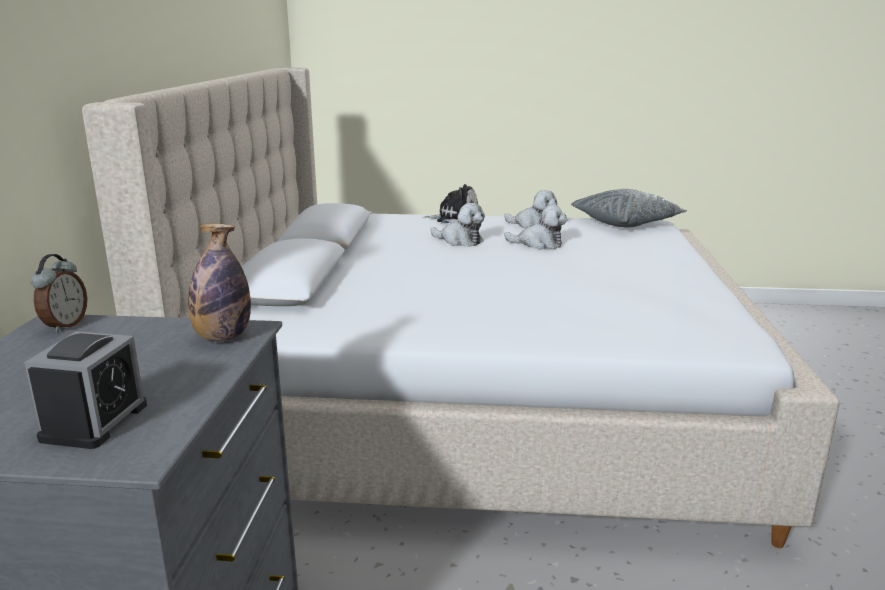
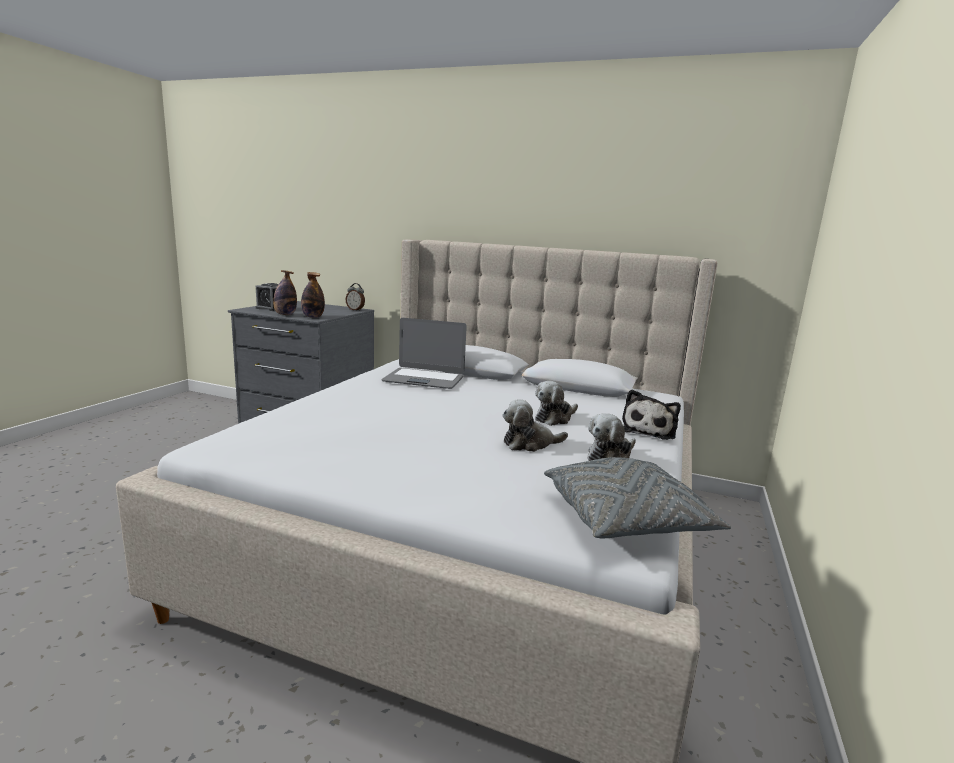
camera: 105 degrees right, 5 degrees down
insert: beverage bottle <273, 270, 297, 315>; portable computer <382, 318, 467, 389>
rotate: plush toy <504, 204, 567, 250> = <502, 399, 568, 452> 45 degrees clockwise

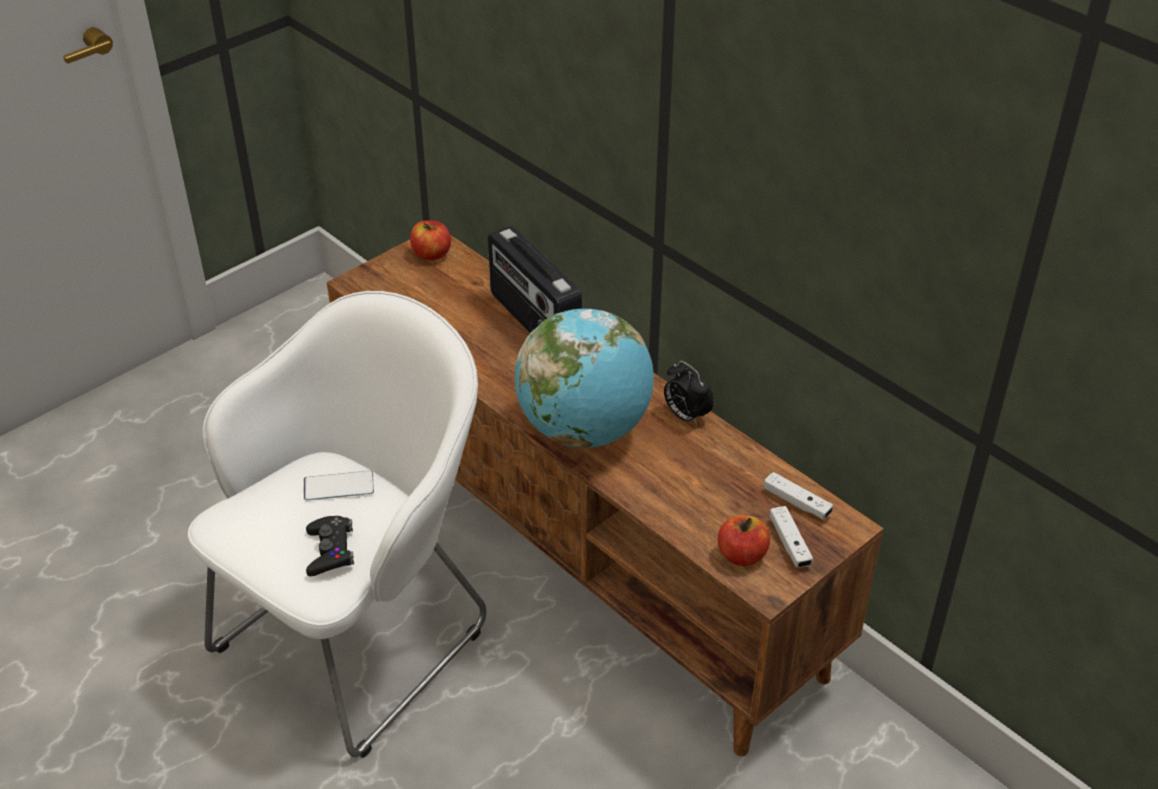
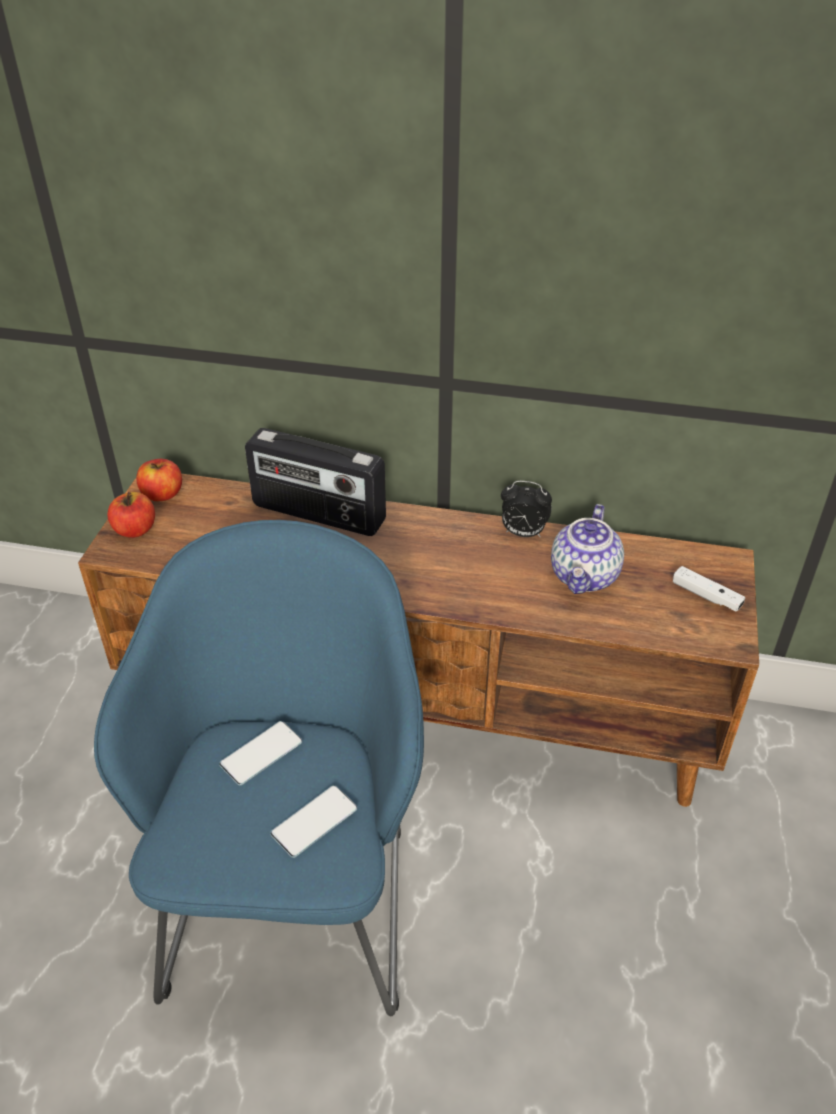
camera: 35 degrees left, 0 degrees up
delete: desk globe <515, 309, 654, 448>; white-coloured game controller <764, 472, 833, 520>
insert: tea pot <551, 504, 624, 594>
move: apple fruit <718, 515, 770, 566> to <107, 492, 155, 538>
replace: black-coloured game controller <306, 516, 354, 576> to phone <270, 785, 357, 858>
recolor: white-coloured easy chair <188, 291, 487, 758> to blue easy chair <94, 520, 424, 1016>

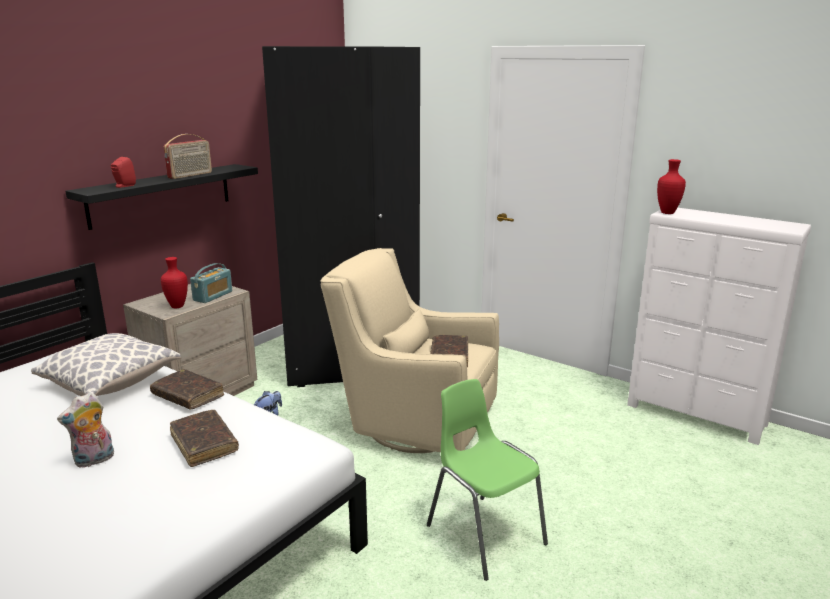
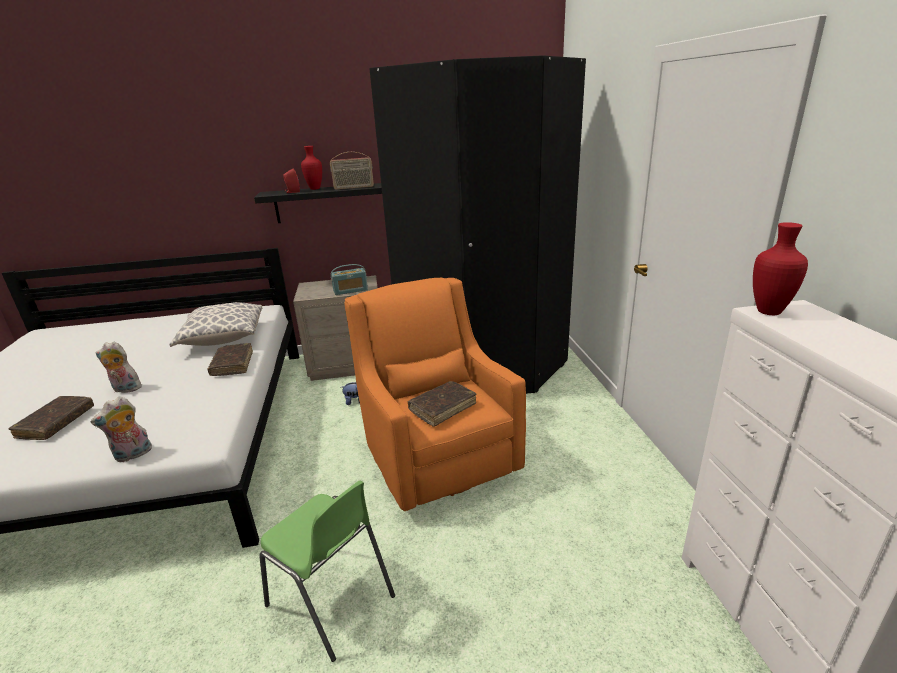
camera: 45 degrees right, 5 degrees up
insert: plush toy <90, 396, 152, 462>
move: red-coloured decorative vase <161, 257, 188, 308> to <301, 146, 322, 190>; brown bound book <170, 410, 239, 467> to <9, 396, 94, 440>
recolor: sand-coloured easy chair <320, 248, 499, 453> to orange-coloured easy chair <345, 278, 526, 511>
rotate: greenish chair <427, 379, 548, 581> = <259, 480, 395, 662> 120 degrees clockwise

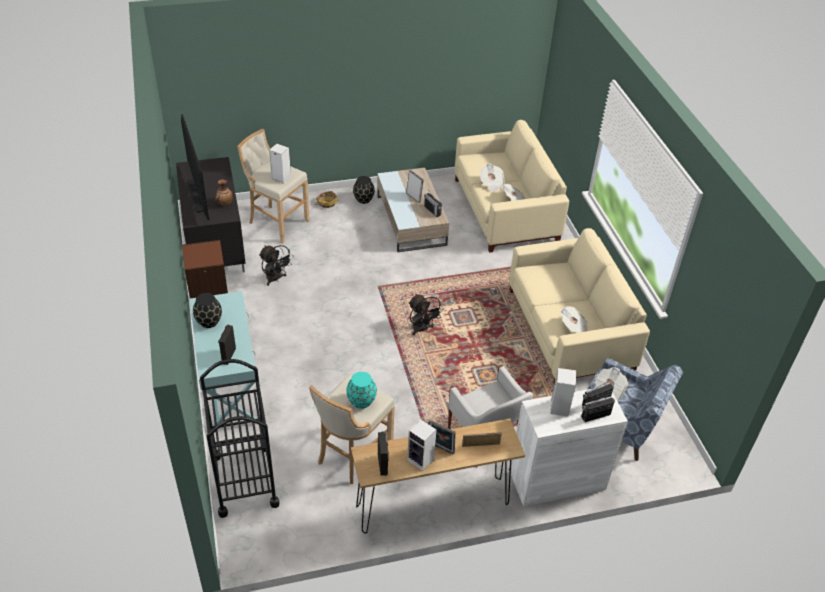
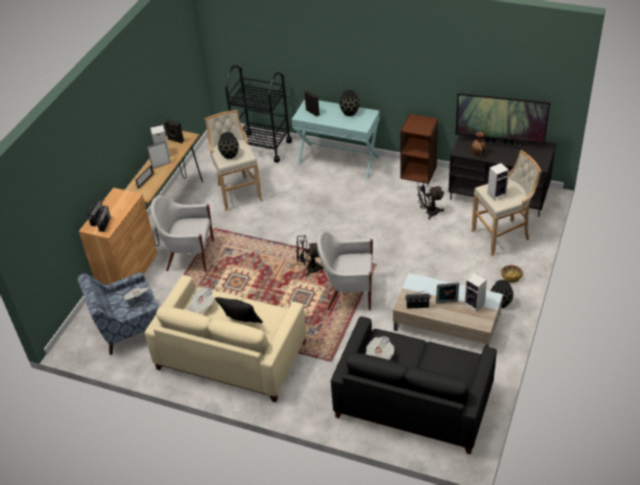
camera: 130 degrees right, 0 degrees up
delete: printed paper <480, 164, 505, 192>
insert: white-coloured easy chair <317, 231, 373, 311>; black-coloured pillow <215, 297, 263, 323>
move: audio speaker <550, 368, 576, 417> to <464, 273, 487, 312>
recolor: sand-coloured settee <454, 120, 569, 253> to black-coloured settee <331, 317, 497, 455>; turquoise decorative vase <346, 372, 377, 409> to black-coloured decorative vase <218, 132, 239, 159>; white-coloured cupboard <509, 389, 628, 507> to brown cupboard <79, 188, 158, 285>

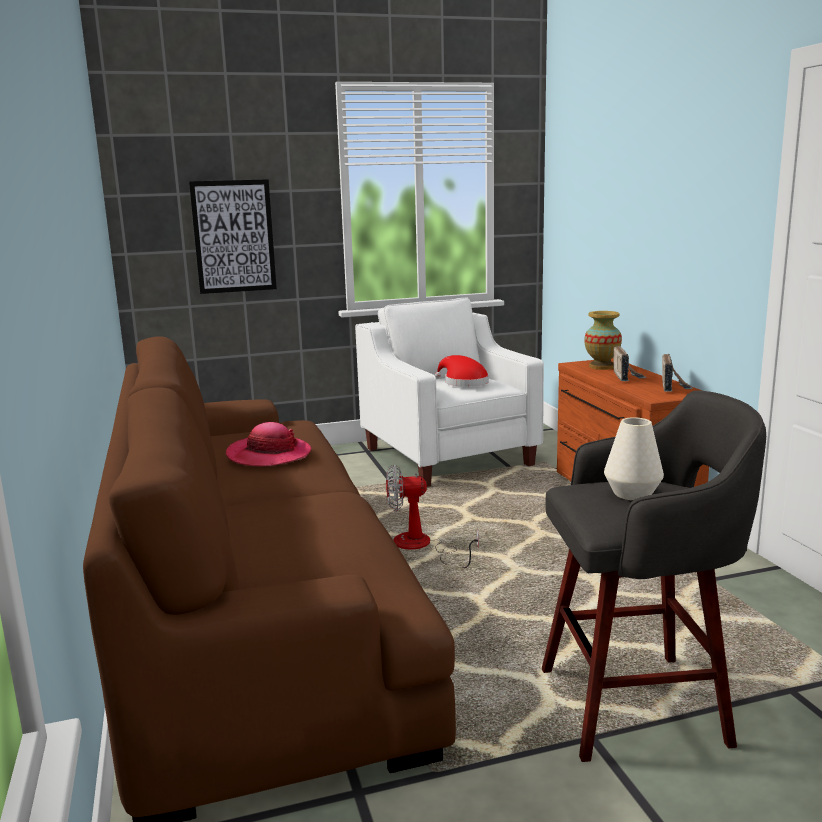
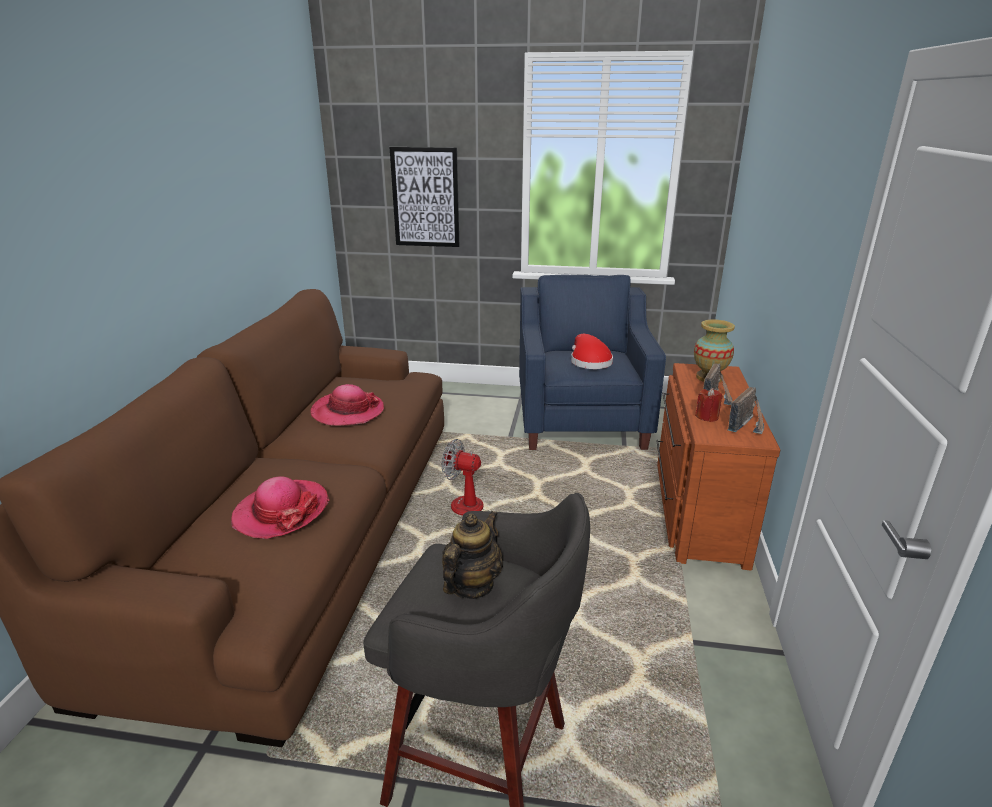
camera: 25 degrees right, 10 degrees up
insert: red-coloured wax light <695, 388, 723, 422>; clothing hat <231, 476, 329, 539>
replace: white-coloured decorative vase <604, 417, 664, 500> to tea pot <442, 511, 503, 599>
recolor: white-coloured easy chair <355, 298, 544, 487> to blue easy chair <519, 275, 666, 450>

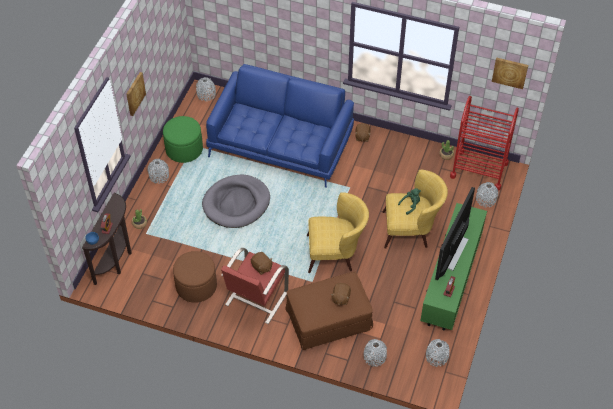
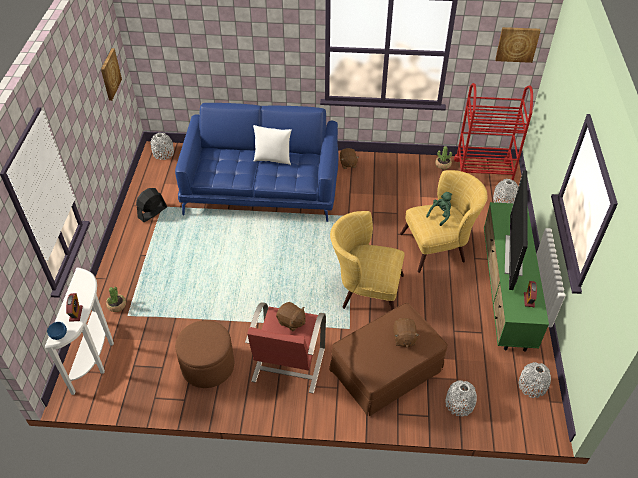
camera: 15 degrees left, 5 degrees down
delete: greyish decorative vase <148, 159, 169, 184>; greyish dog bed <202, 175, 270, 228>
insert: white-coloured pillow <253, 125, 292, 165>
move: wall picture <126, 72, 146, 116> to <101, 48, 122, 101>
replace: greenish pouffe <163, 116, 203, 163> to black-coloured cooling fan <136, 188, 167, 222>
recolor: brown console table <82, 192, 131, 285> to white-coloured console table <45, 267, 114, 395>
rotate: yellow easy chair <307, 192, 369, 273> = <330, 211, 405, 310> 150 degrees counterclockwise

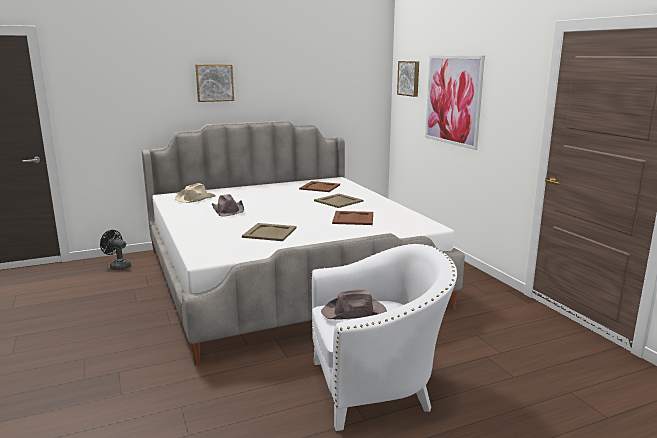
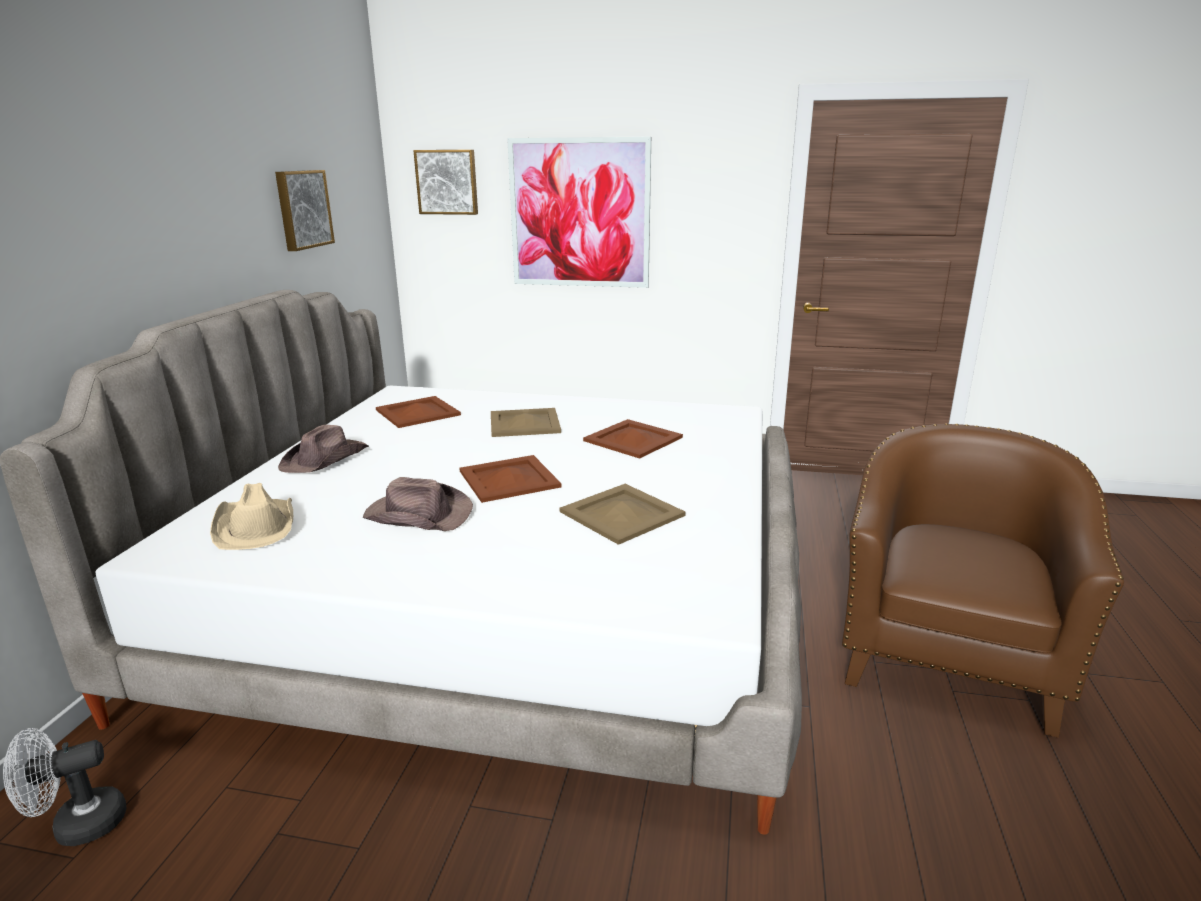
camera: 55 degrees left, 5 degrees up
insert: brown carrying tray <459, 455, 562, 503>
move: wall picture <195, 64, 234, 102> to <275, 170, 335, 251>; brown clothing hat <321, 289, 387, 320> to <278, 425, 369, 473>
recolor: black-coloured cooling fan <100, 230, 131, 270> to white-coloured cooling fan <3, 728, 126, 846>; white-coloured easy chair <311, 243, 457, 431> to brown easy chair <842, 424, 1124, 738>

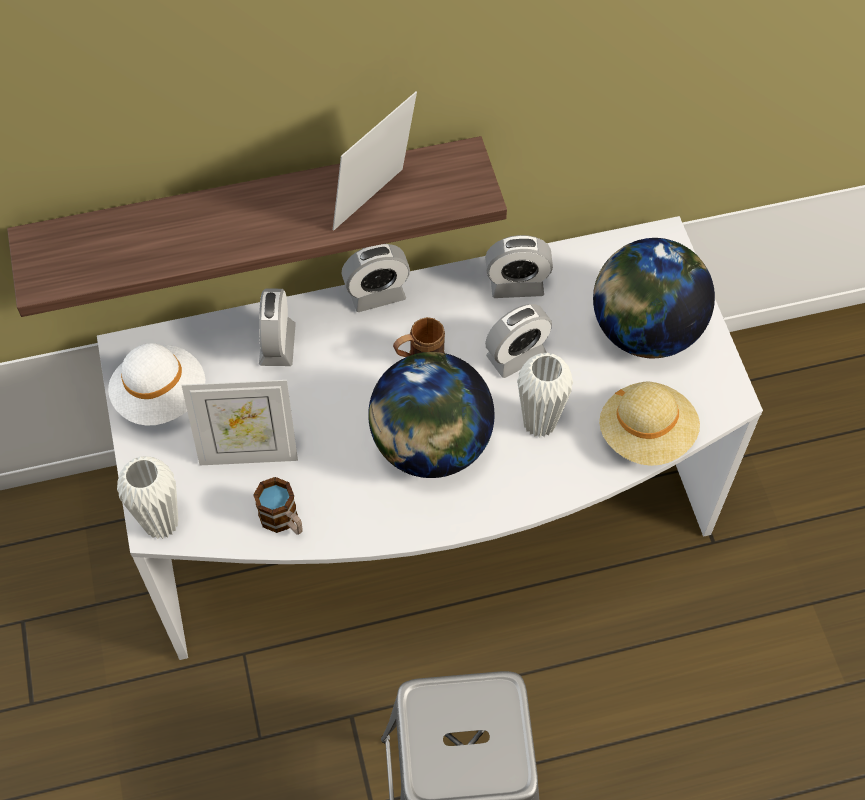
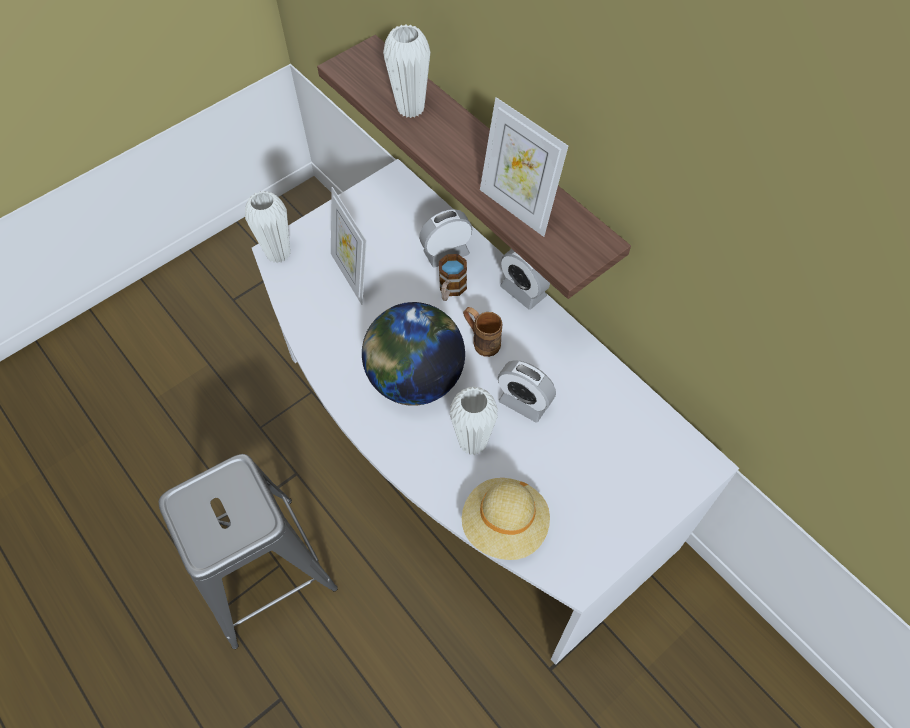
camera: 65 degrees right, 0 degrees up
delete: bedside clock <485, 235, 553, 298>; desk globe <593, 238, 715, 358>; white-coloured clothing hat <108, 343, 205, 426>
insert: white-coloured decorative vase <383, 24, 431, 118>
move: tea mug <253, 477, 303, 535> to <439, 254, 467, 301>
rotate: picture frame <333, 92, 417, 231> = <480, 97, 568, 237> 150 degrees counterclockwise

